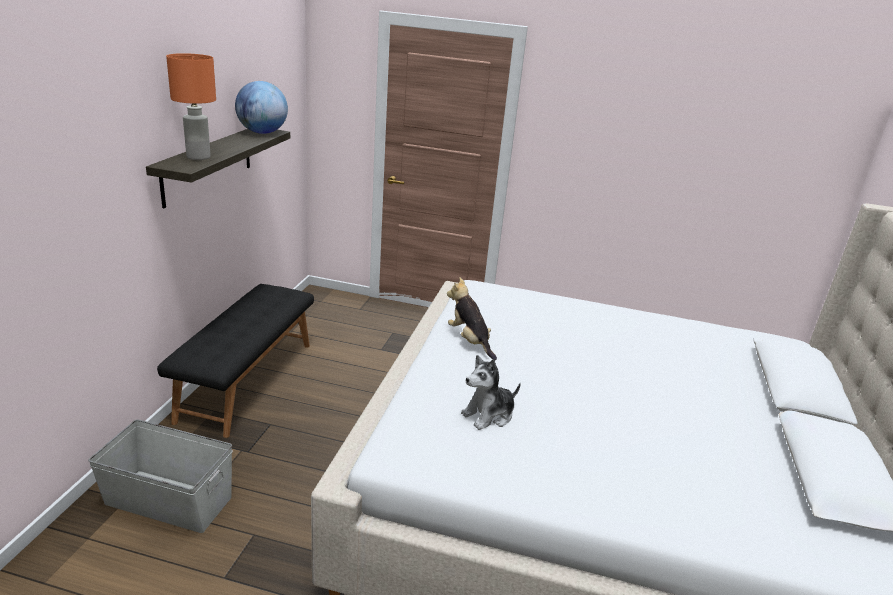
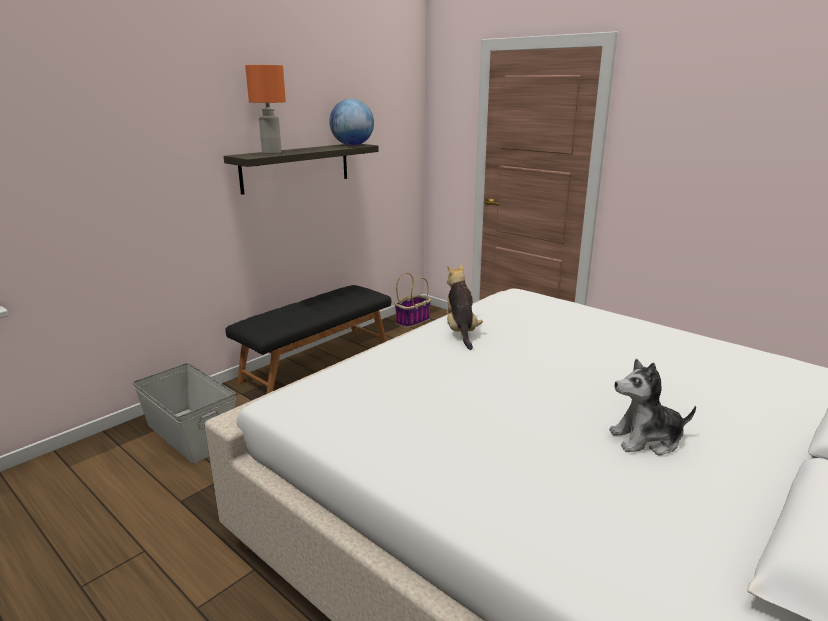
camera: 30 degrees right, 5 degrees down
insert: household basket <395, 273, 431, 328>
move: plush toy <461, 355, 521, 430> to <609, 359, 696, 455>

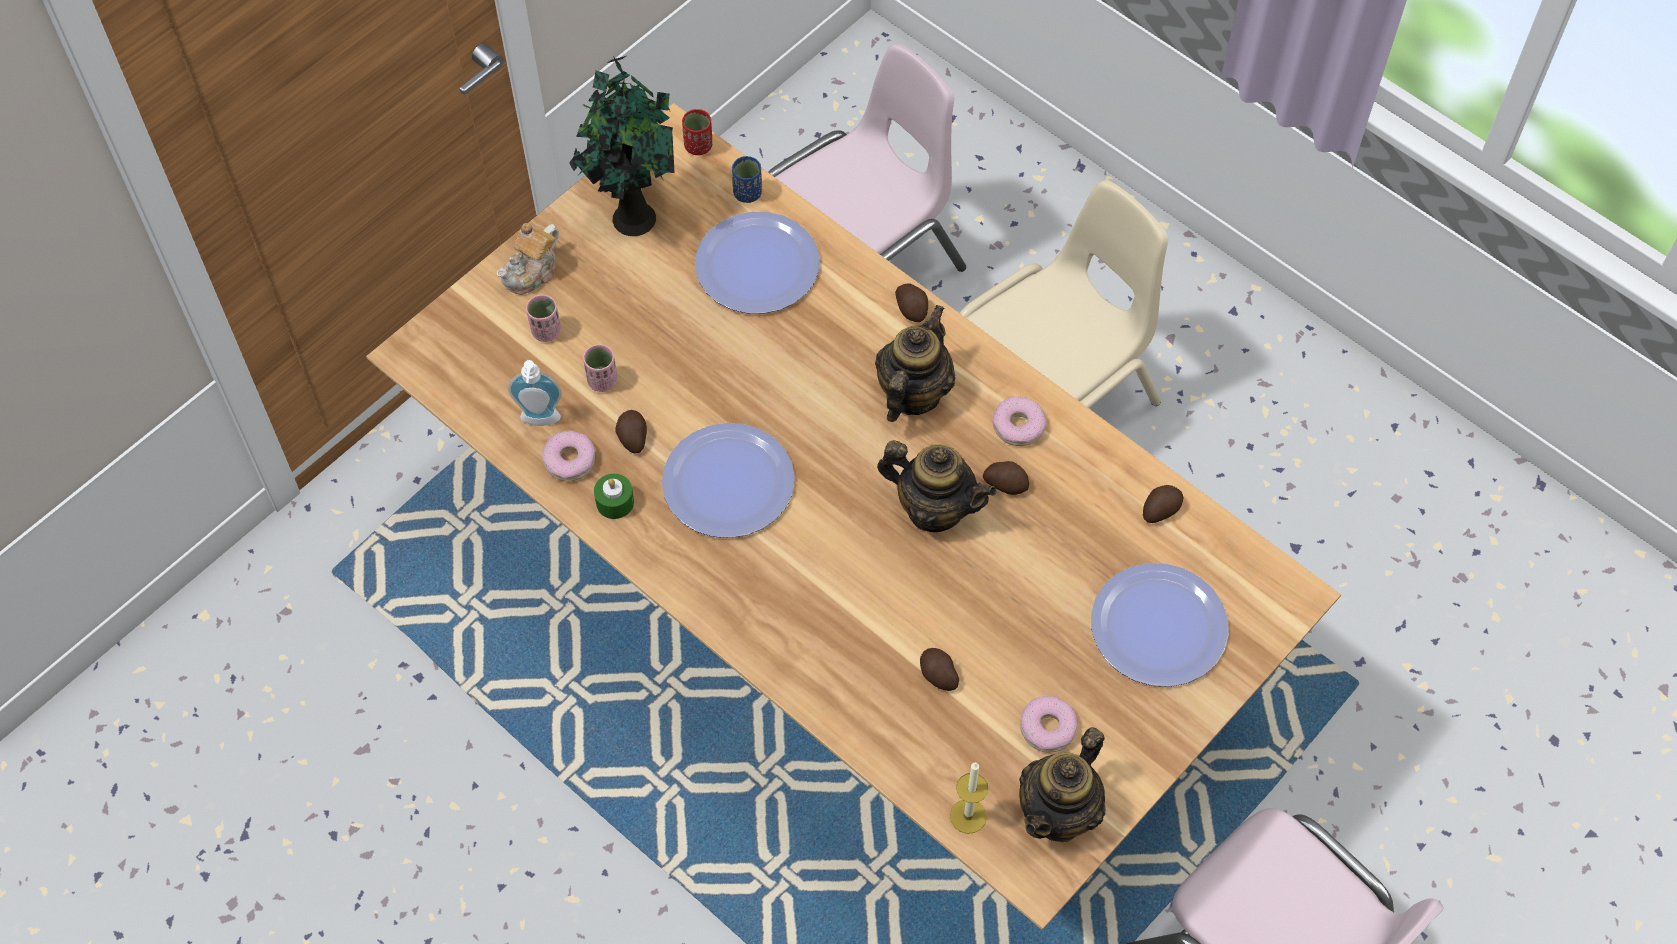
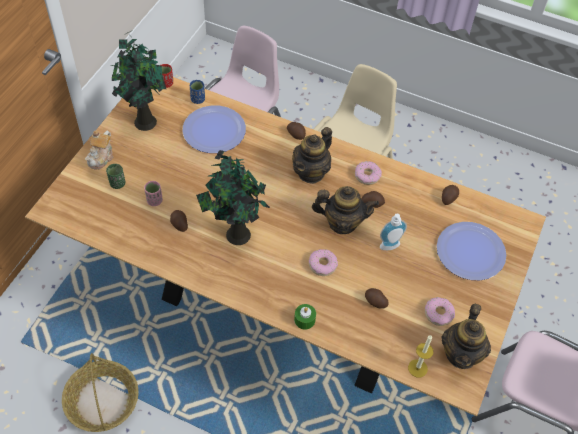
camera: 20 degrees left, 5 degrees down
insert: household basket <62, 353, 139, 432>
move: soap dispenser <508, 360, 562, 426> to <380, 213, 407, 250>; donut <542, 430, 596, 482> to <309, 249, 338, 276>; greenish wax light <594, 474, 634, 519> to <294, 304, 316, 330>
replace: flat dish <662, 423, 795, 538> to plant in a pot <196, 150, 270, 245>
recolor: pinkish drinking cup <526, 295, 561, 342> to greenish drinking cup <106, 164, 125, 189>
rotate: tea pot <875, 305, 956, 422> = <292, 127, 332, 184> 150 degrees counterclockwise

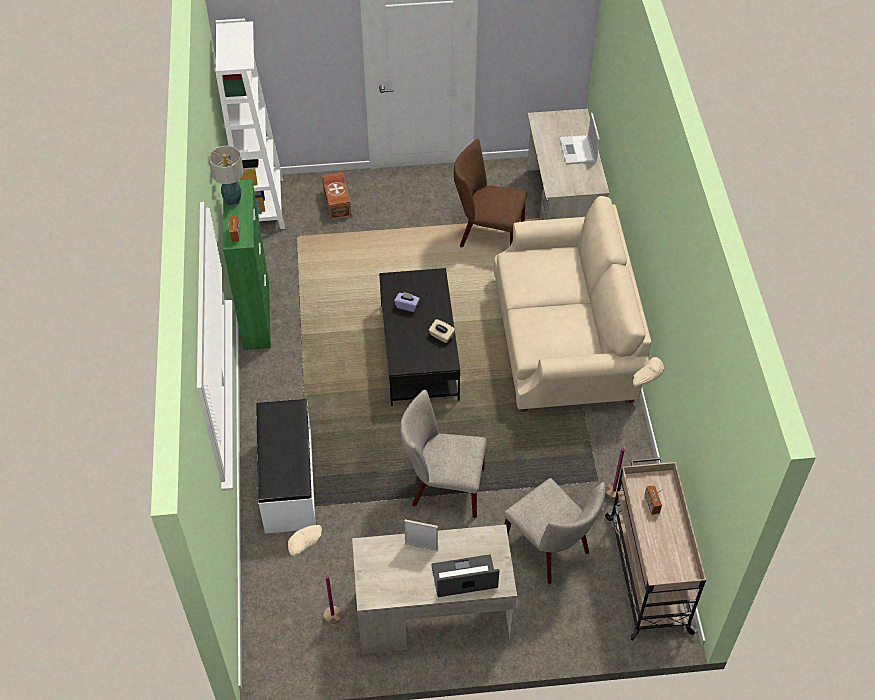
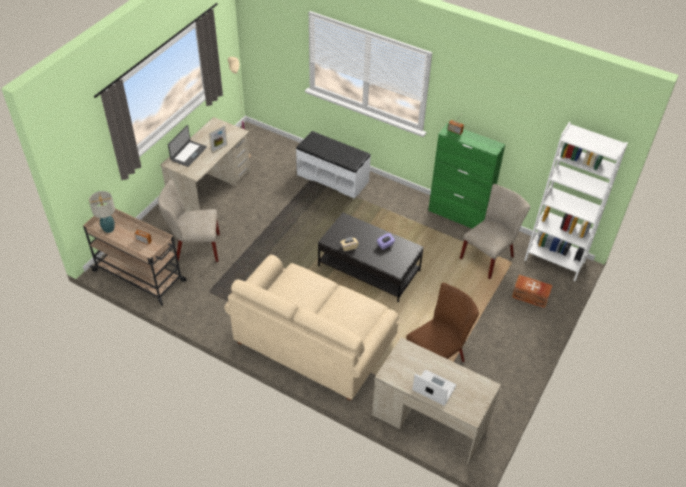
camera: 125 degrees right, 5 degrees down
delete: sand-coloured floor lamp <605, 357, 664, 499>
move: lamp for a table <209, 146, 244, 206> to <89, 191, 115, 233>; sand-coloured chair <400, 390, 486, 518> to <460, 184, 530, 279>

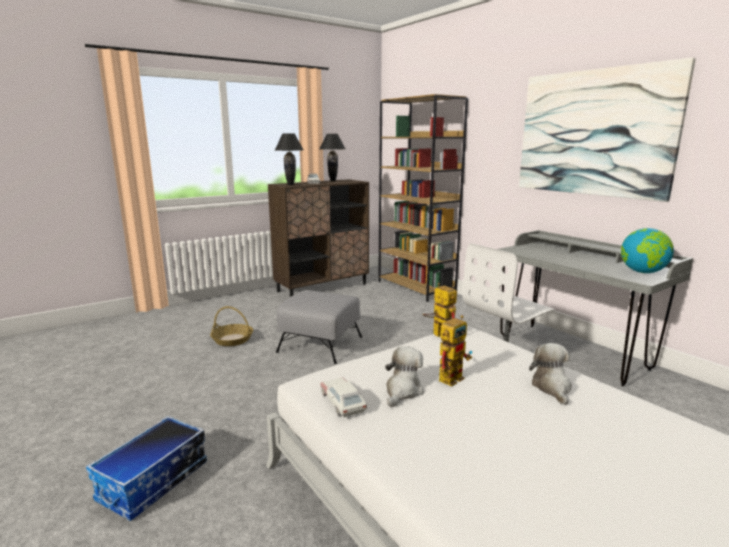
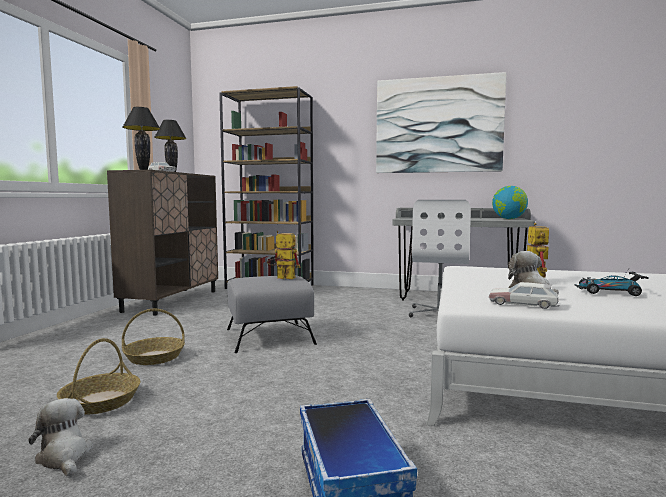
camera: 40 degrees left, 10 degrees down
insert: toy car <575, 270, 648, 296>; household basket <57, 338, 140, 415>
move: robot figure <423, 283, 457, 337> to <267, 231, 300, 279>; plush toy <529, 343, 572, 405> to <28, 398, 93, 477>

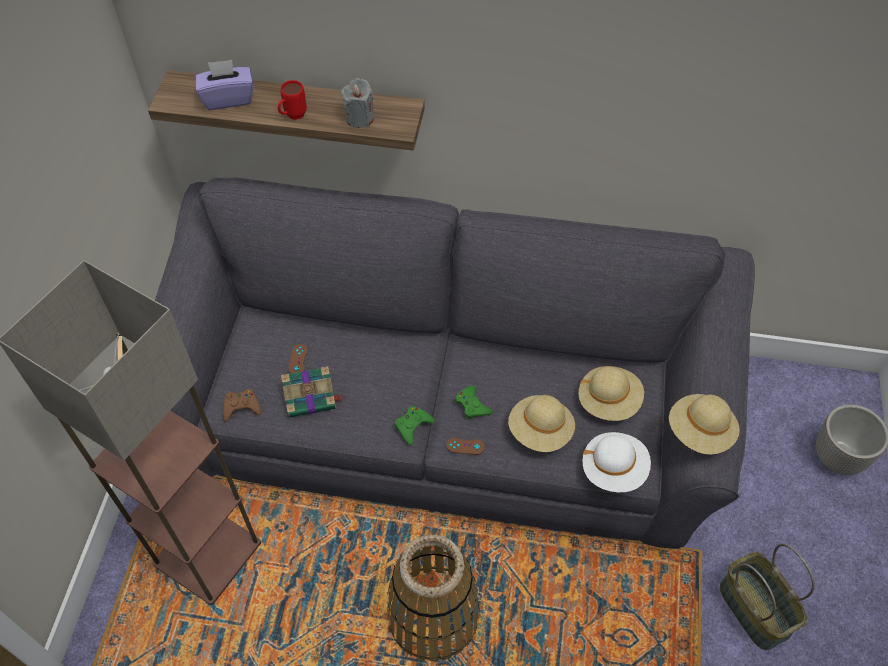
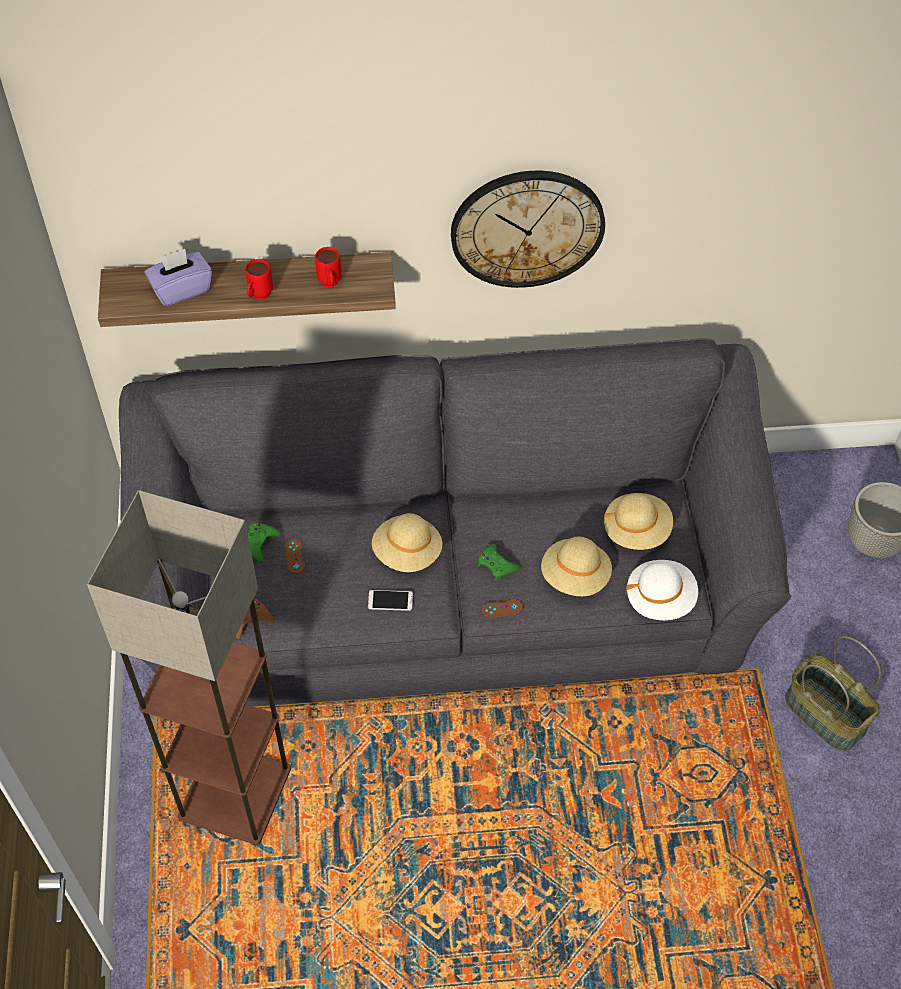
camera: 15 degrees left, 0 degrees up
delete: bound book <281, 366, 343, 417>; household basket <387, 534, 480, 661>
insert: clock on the wall <451, 171, 605, 288>; phone <368, 590, 413, 611>
move: sand-coloured clothing hat <669, 394, 740, 454> to <372, 513, 443, 572>; greenish game controller <395, 406, 435, 445> to <248, 523, 281, 562>
replace: greyish wax light <341, 78, 374, 128> to red-coloured tea mug <315, 247, 341, 287>

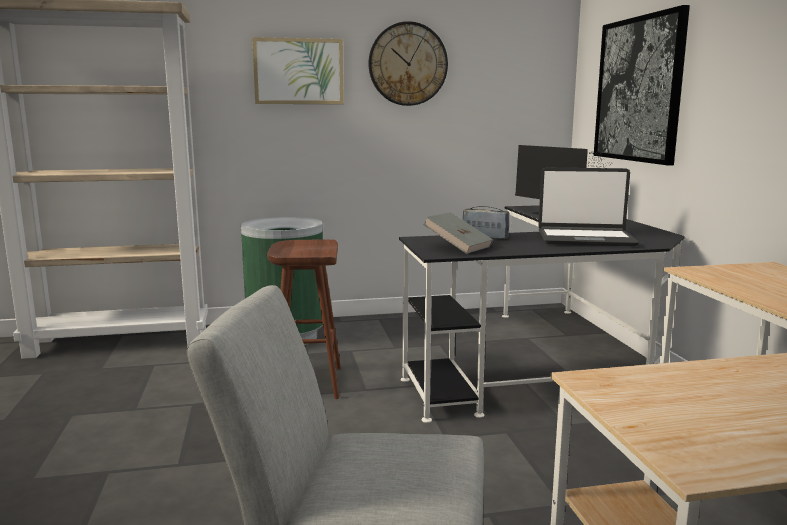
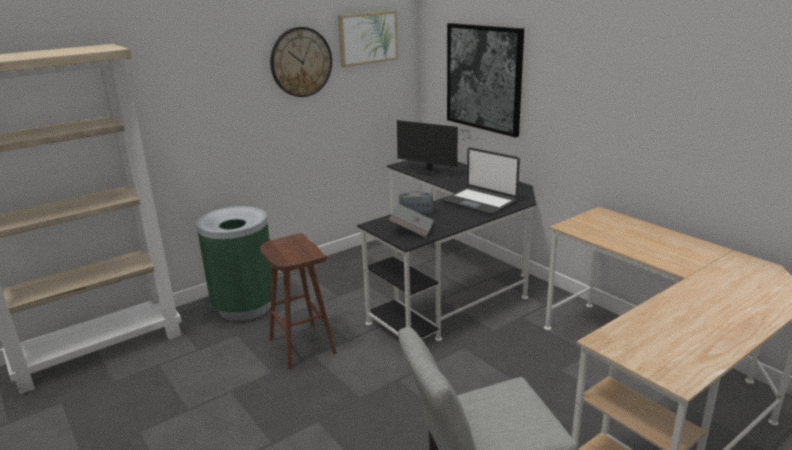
camera: 25 degrees left, 10 degrees up
move: wall picture <252, 37, 344, 104> to <338, 10, 398, 67>
rotate: portable computer <538, 168, 639, 246> = <442, 147, 520, 215> 60 degrees clockwise

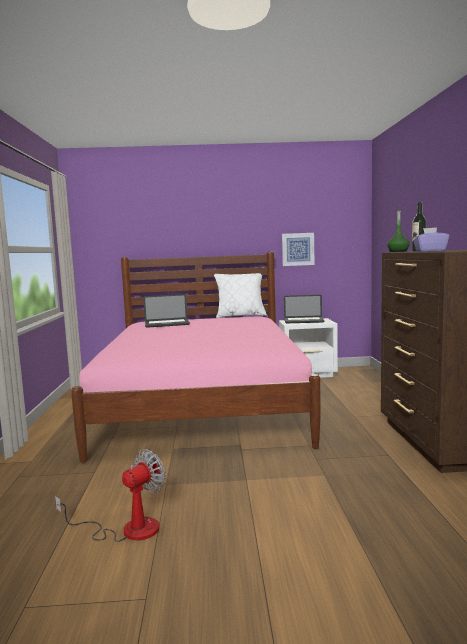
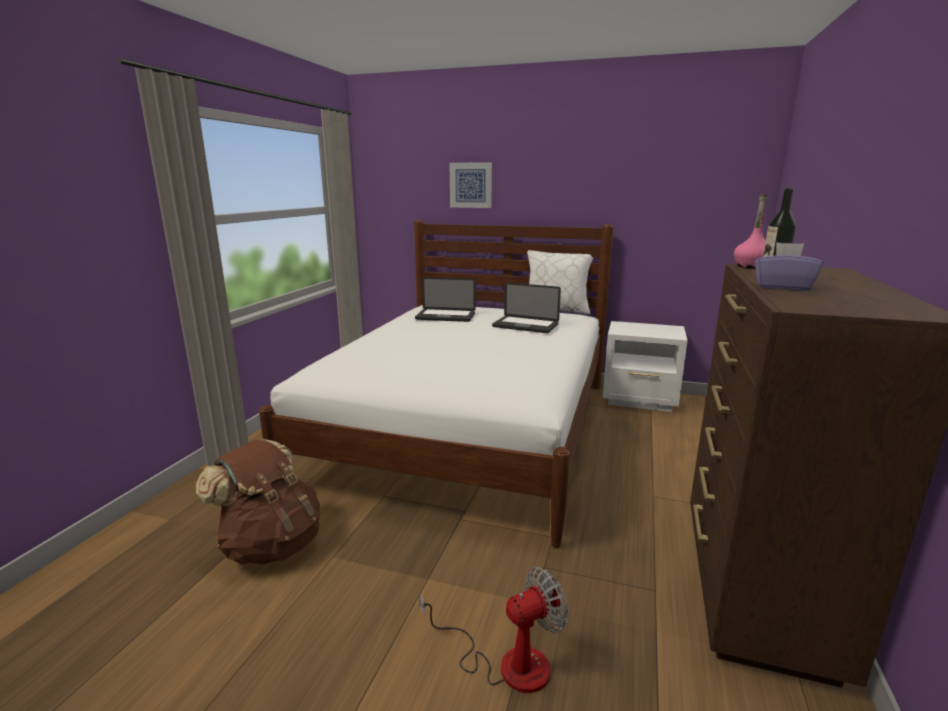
camera: 20 degrees right, 10 degrees up
insert: brown rucksack <196, 439, 320, 565>
move: wall picture <282, 233, 314, 266> to <450, 162, 492, 208>; portable computer <284, 295, 324, 323> to <492, 283, 561, 333>; cooling fan <55, 449, 166, 542> to <419, 567, 569, 693>
recolor: greenish beverage bottle <387, 210, 410, 252> to pinkish beverage bottle <734, 194, 768, 269>; pinkish bed <71, 252, 321, 462> to white-coloured bed <259, 220, 613, 548>

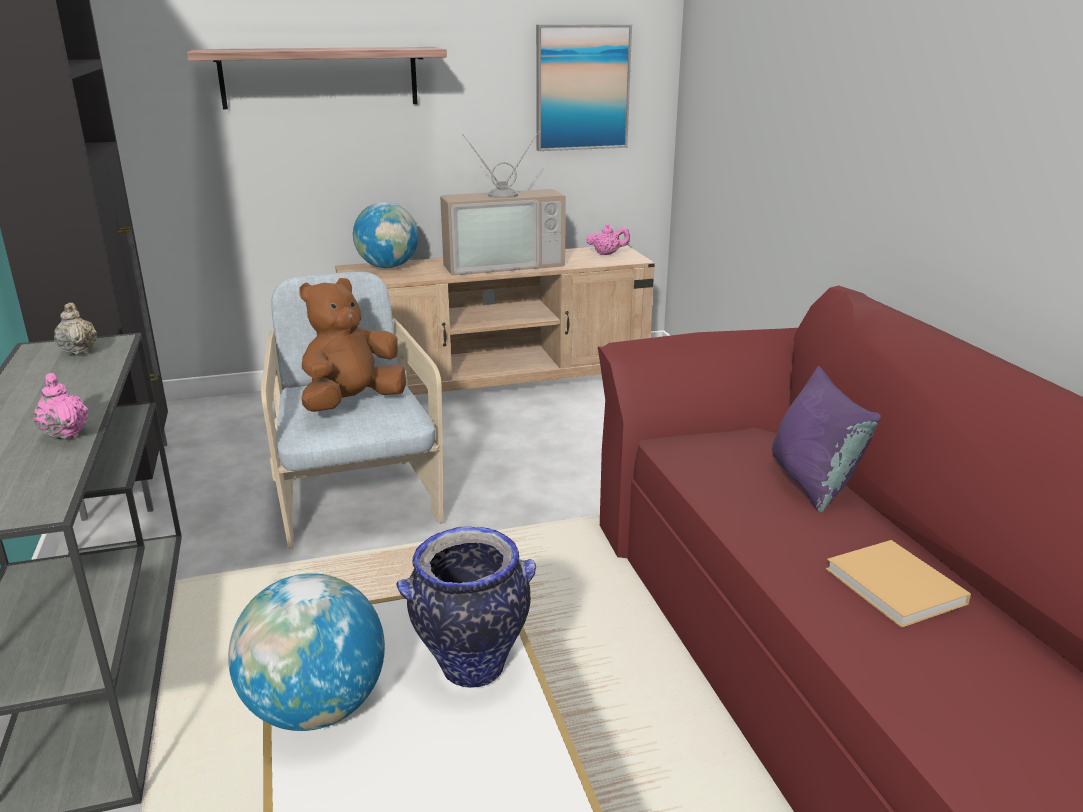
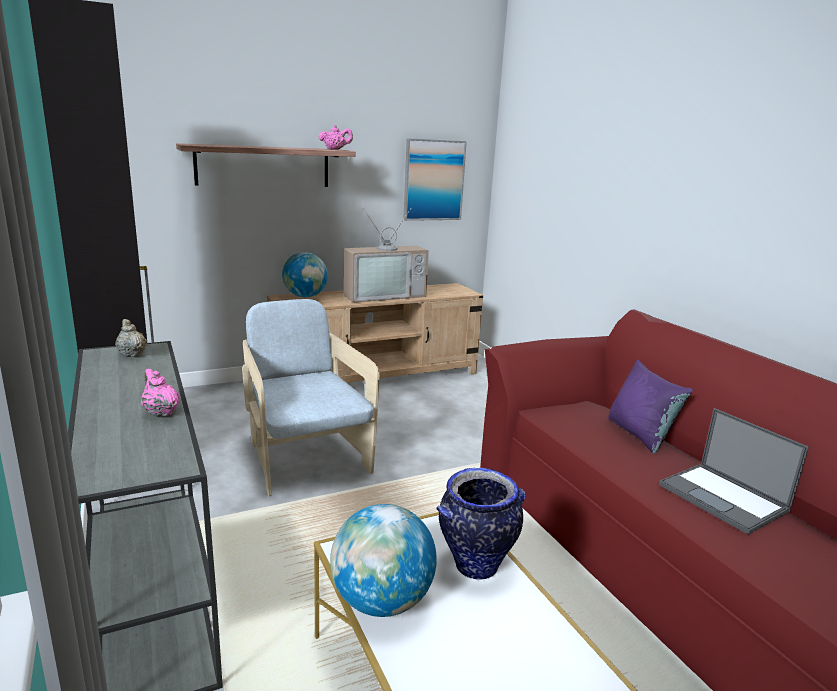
camera: 10 degrees left, 5 degrees down
delete: brown plush toy <299, 278, 406, 412>
move: pinkish tea pot <586, 224, 630, 255> to <318, 124, 353, 150>
replace: sand-coloured bound book <826, 540, 971, 628> to portable computer <659, 408, 809, 535>

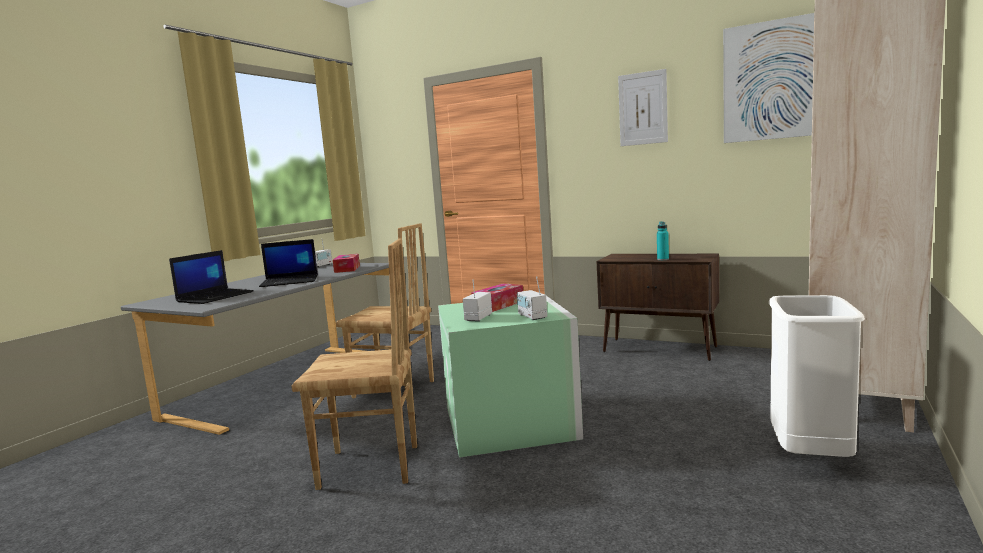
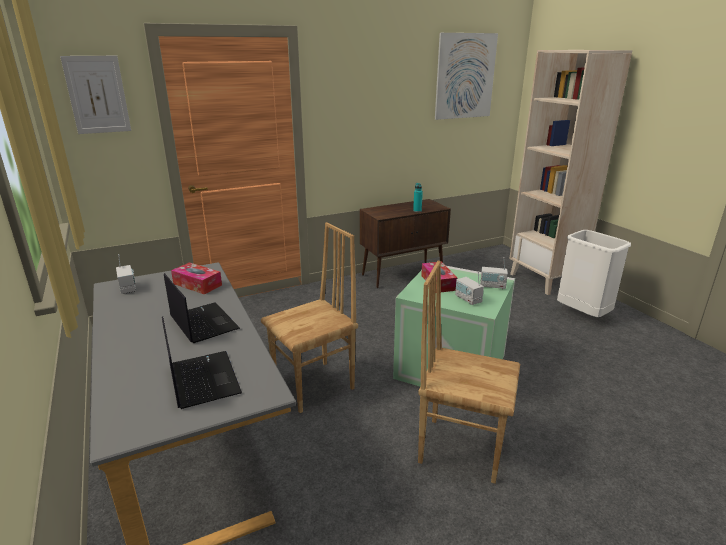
camera: 55 degrees left, 15 degrees up
move: wall picture <618, 69, 668, 146> to <60, 56, 131, 134>
rotate: brown chair <291, 238, 417, 490> = <418, 261, 520, 484> 105 degrees counterclockwise; portable computer <259, 239, 318, 287> = <164, 273, 240, 343> 60 degrees counterclockwise

